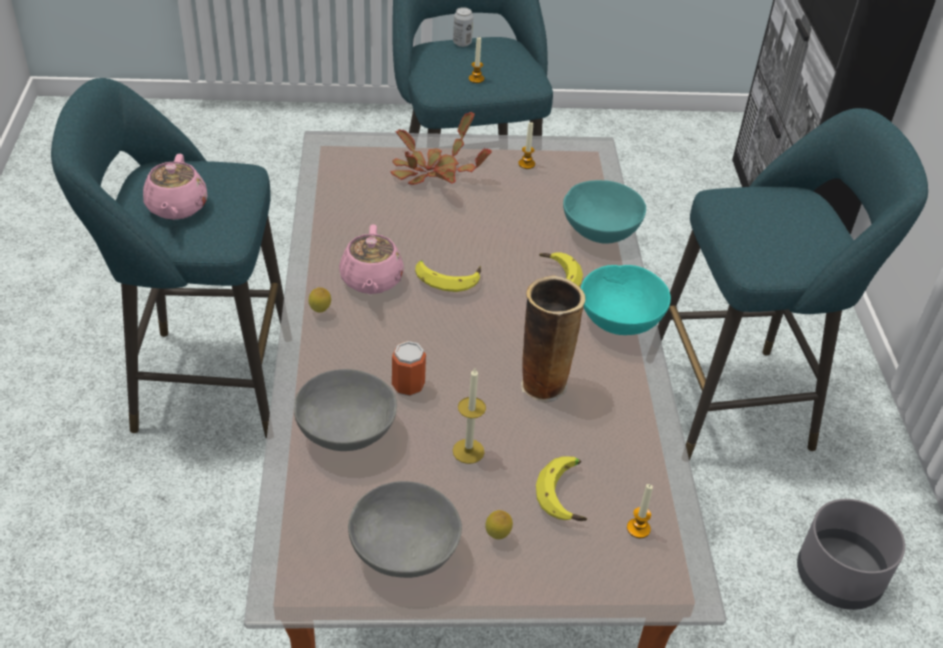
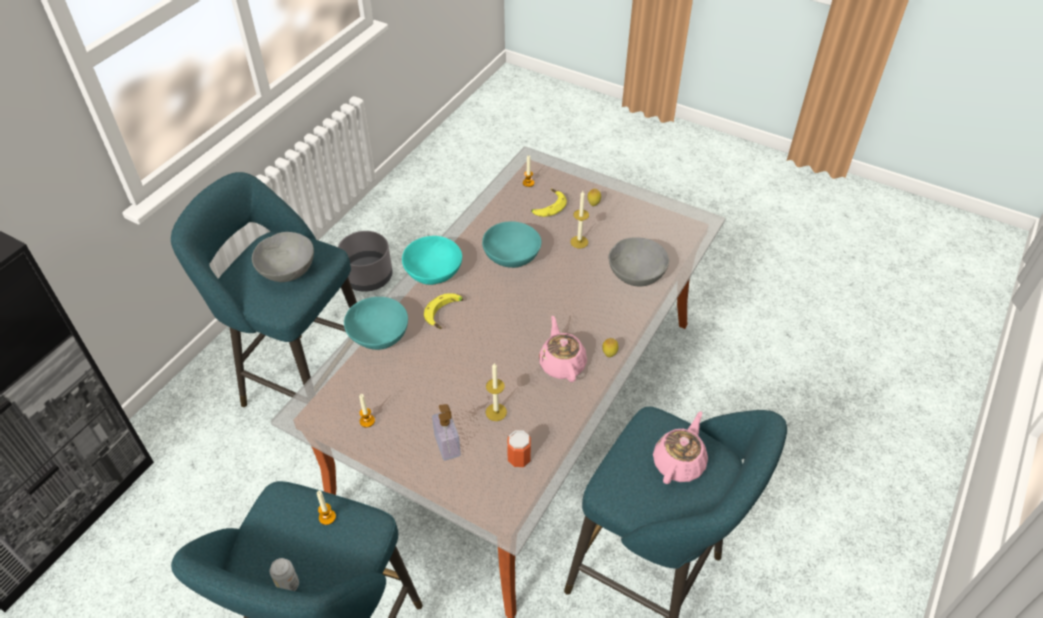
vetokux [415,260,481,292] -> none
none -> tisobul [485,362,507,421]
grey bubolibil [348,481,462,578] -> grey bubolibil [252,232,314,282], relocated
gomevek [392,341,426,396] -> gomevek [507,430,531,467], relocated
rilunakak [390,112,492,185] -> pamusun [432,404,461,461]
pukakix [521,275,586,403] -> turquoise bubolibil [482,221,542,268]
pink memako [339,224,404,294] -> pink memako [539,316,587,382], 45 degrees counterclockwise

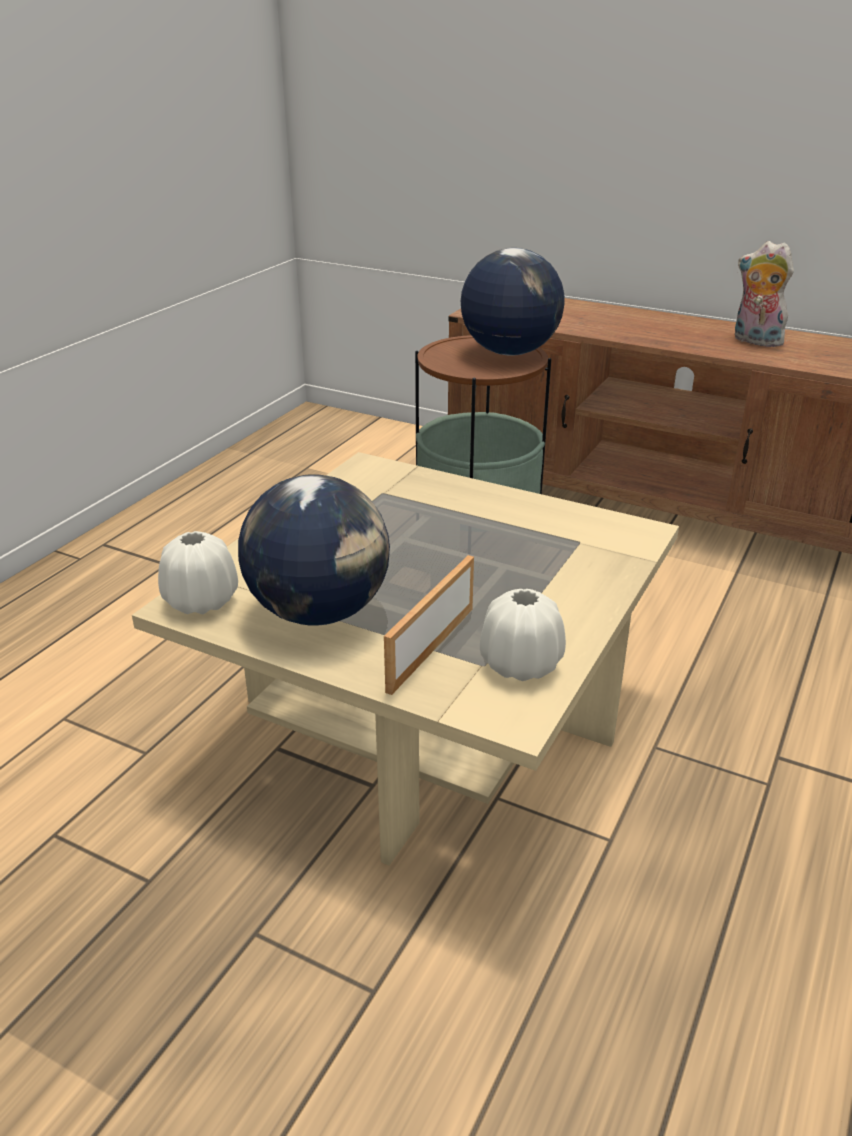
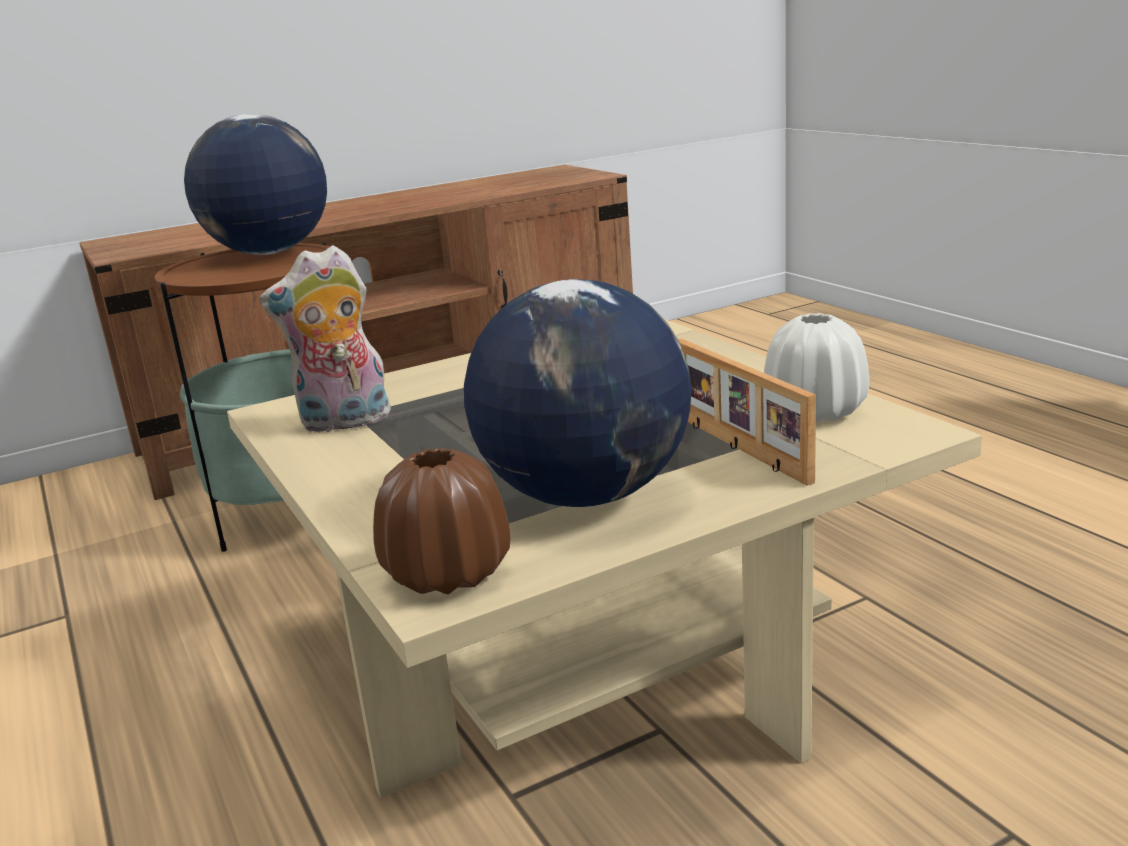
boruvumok [735,241,794,347] -> boruvumok [259,245,391,432], relocated
white pukakix [158,531,238,614] -> brown pukakix [373,448,511,594]

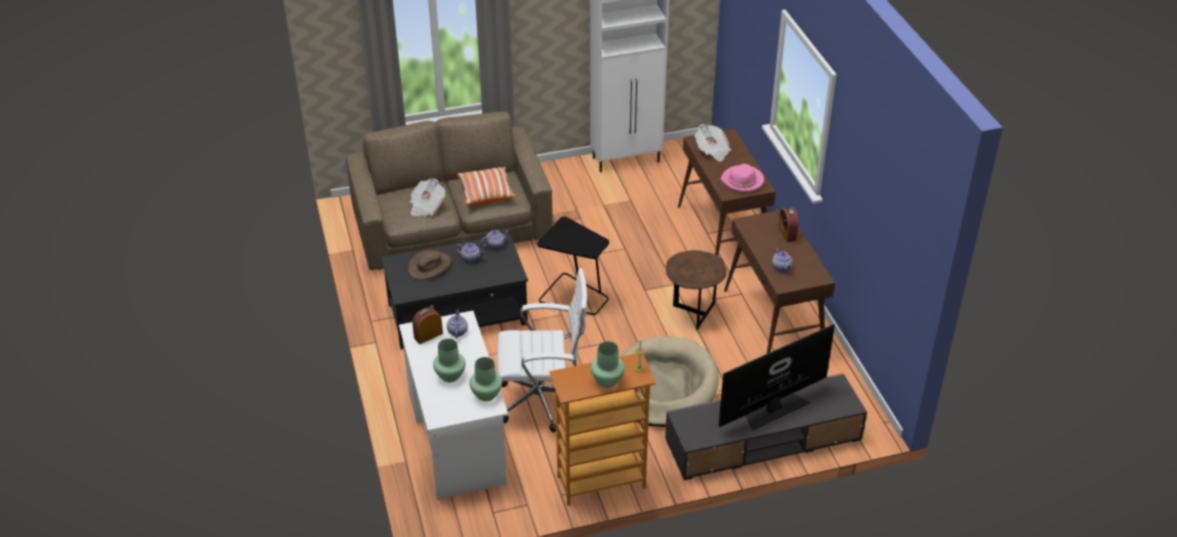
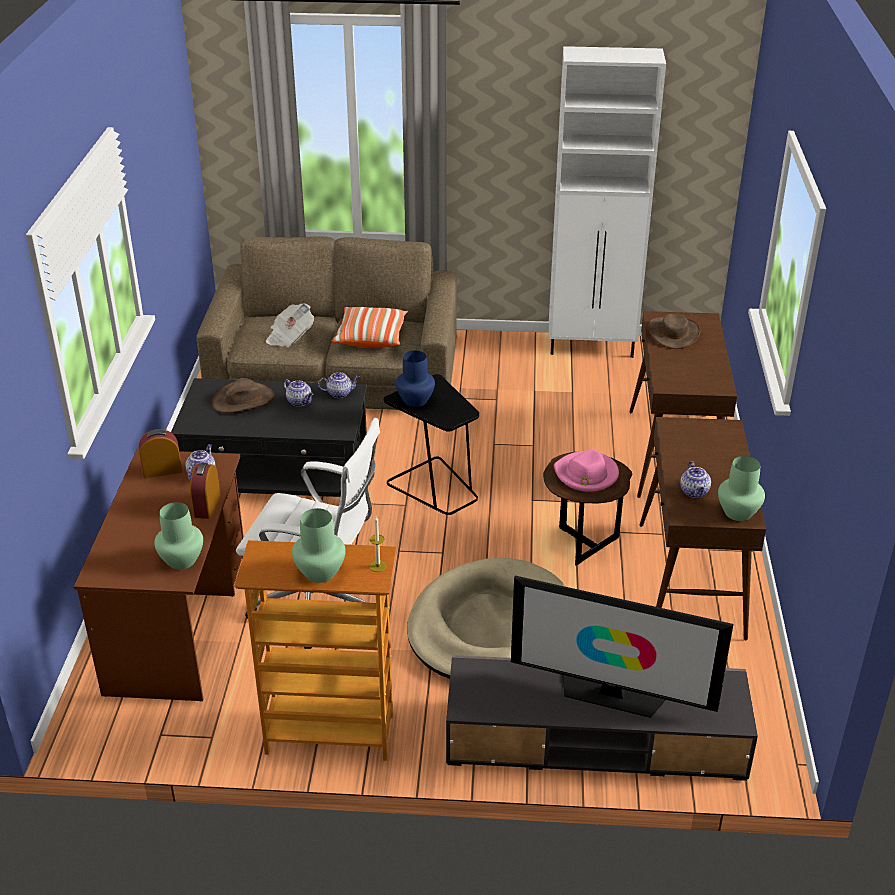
none -> blue pukakix [396,351,435,407]
green pukakix [433,339,466,382] -> green pukakix [718,456,765,521], relocated
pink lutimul [721,164,764,192] -> pink lutimul [554,449,619,492], relocated
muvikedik [778,207,798,242] -> muvikedik [190,463,221,519], relocated
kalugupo [695,124,731,161] -> brown lutimul [648,314,700,349]
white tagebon [399,311,508,499] -> brown tagebon [74,450,244,702]
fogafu [718,324,835,430] -> fogafu [511,576,733,718], 150 degrees counterclockwise

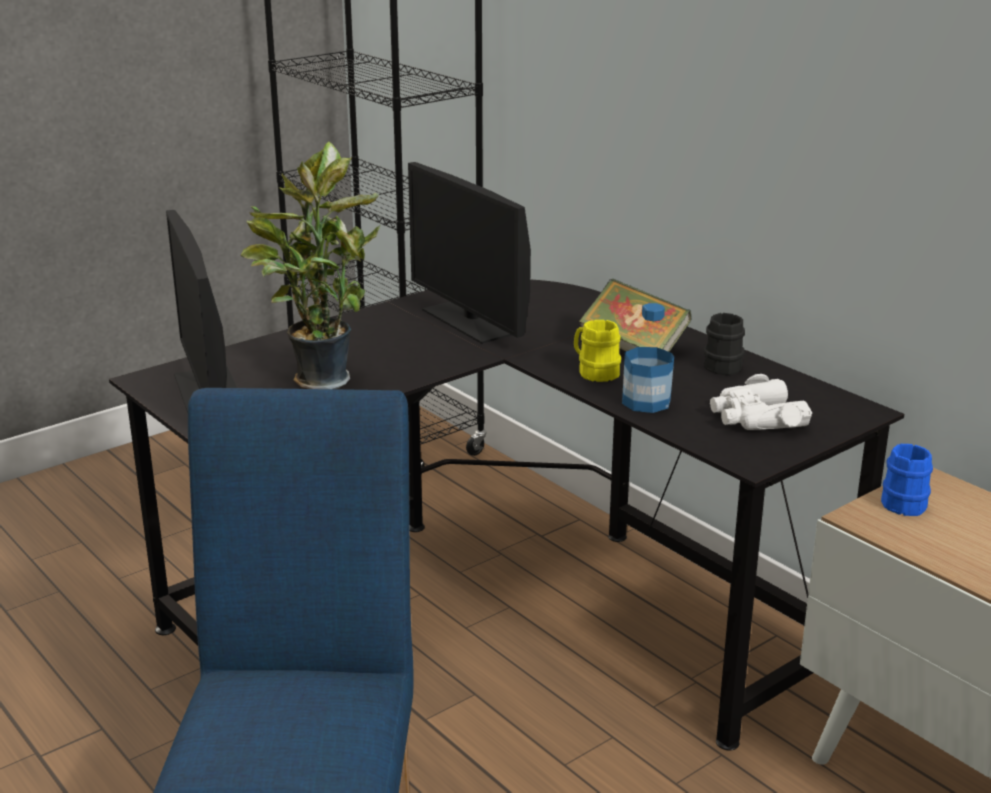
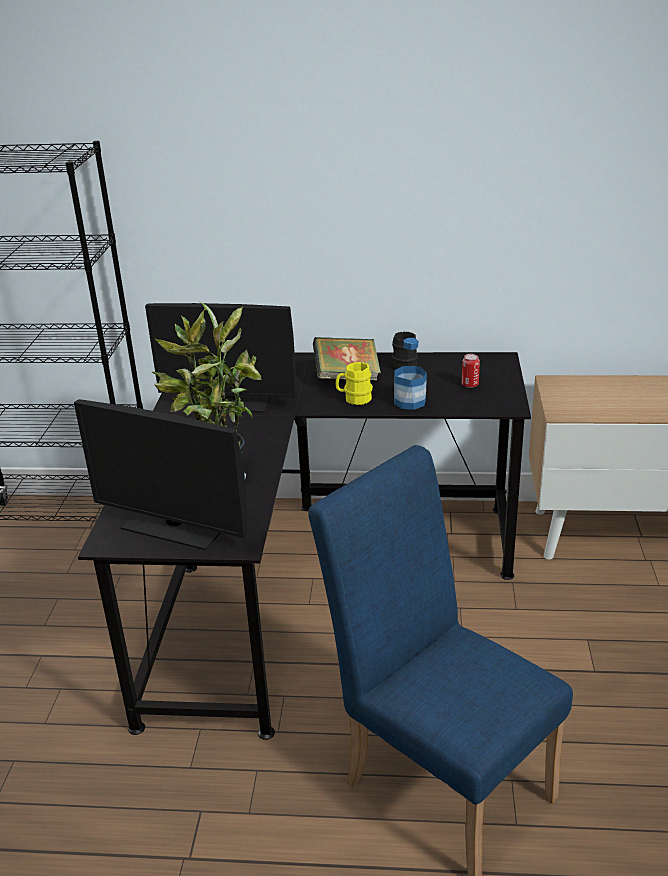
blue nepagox [881,444,933,516] -> none
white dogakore [710,374,812,430] -> gomevek [462,354,480,388]

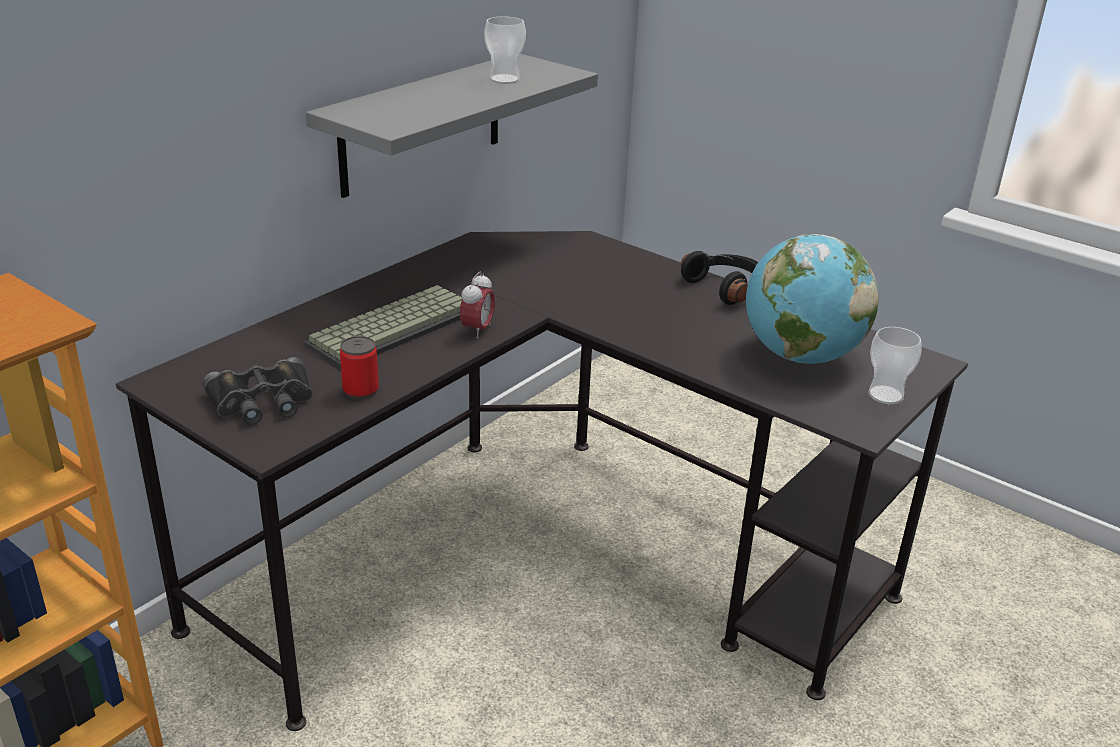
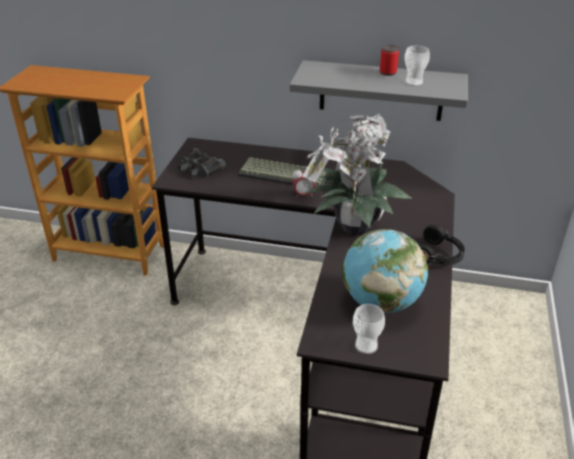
none -> rilunakak [303,113,412,236]
gomevek [340,336,379,399] -> gomevek [380,45,399,76], relocated

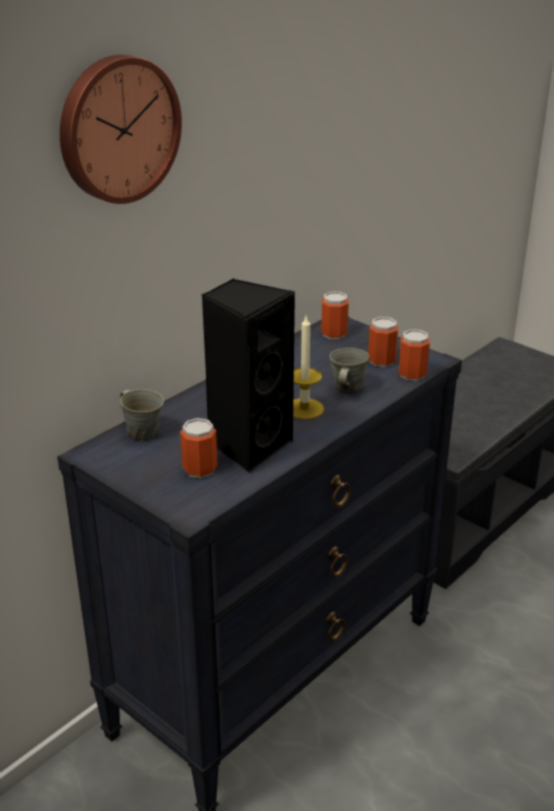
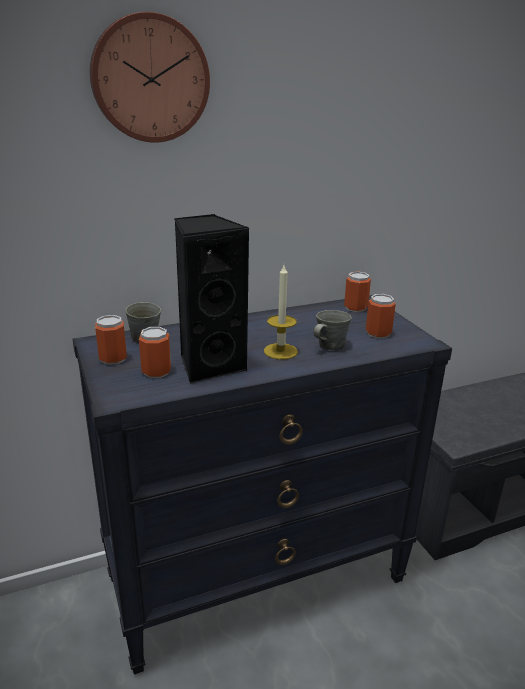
gomevek [399,329,430,381] -> gomevek [95,315,127,365], relocated

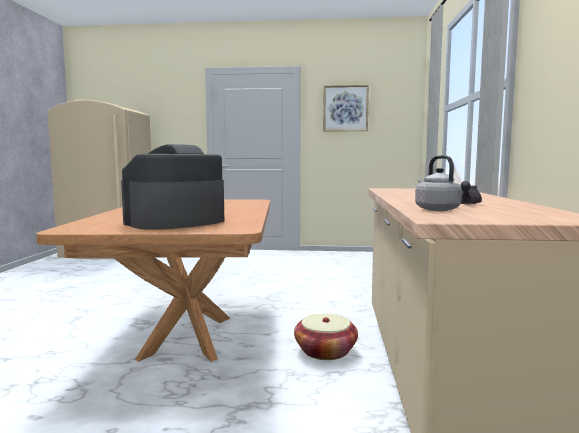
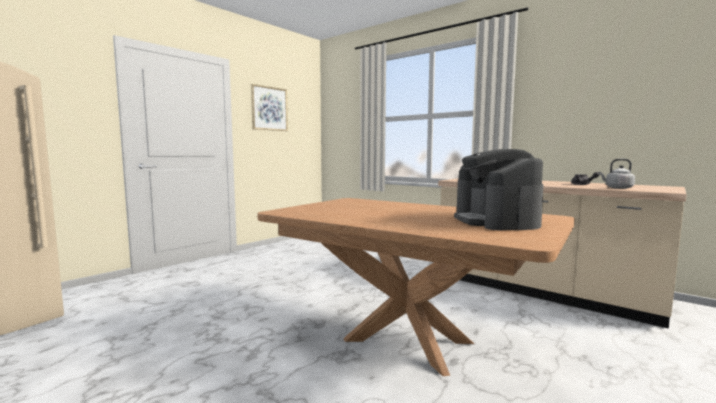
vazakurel [294,313,358,360] -> none

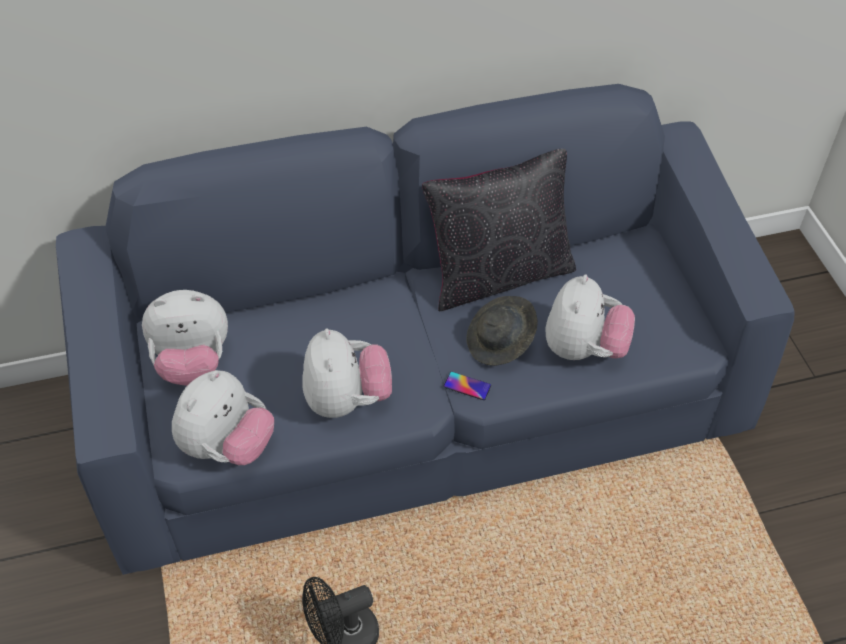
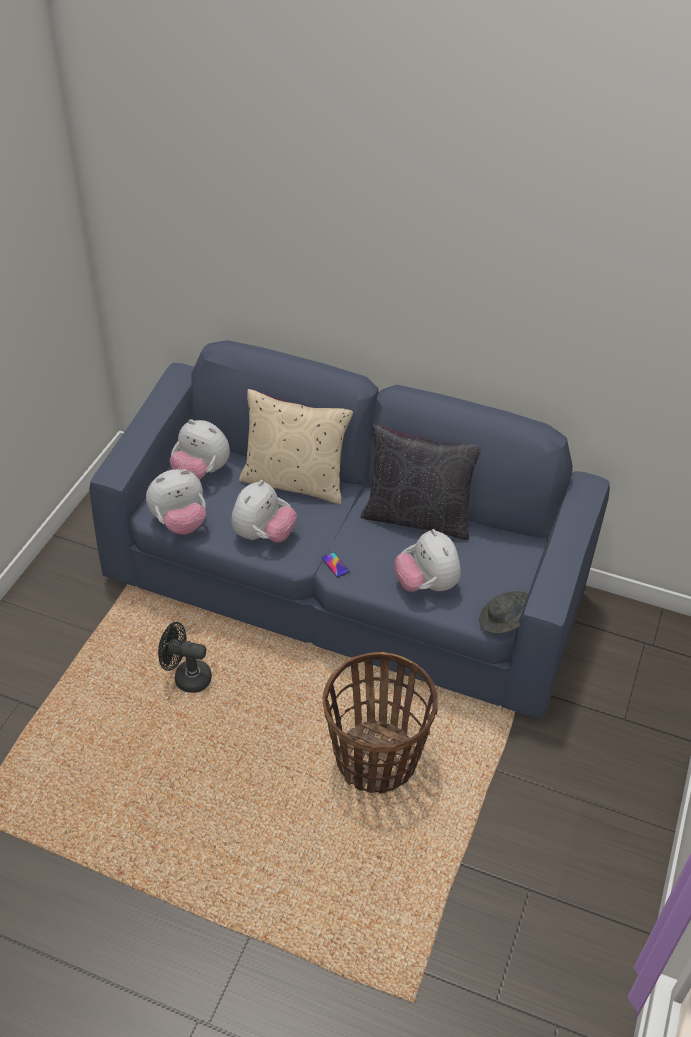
none -> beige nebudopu [239,389,353,504]
none -> vazakurel [323,652,438,794]
grey lutimul [466,296,537,366] -> grey lutimul [479,591,528,634], relocated
boruvumok [546,274,635,360] -> boruvumok [394,529,461,592], 105 degrees clockwise

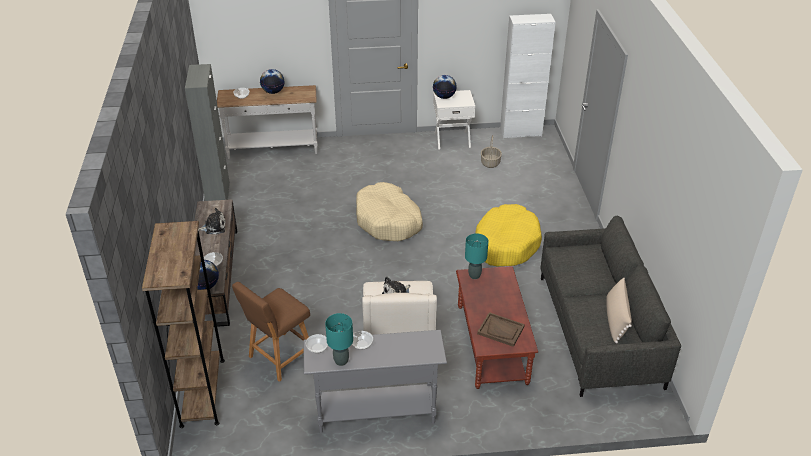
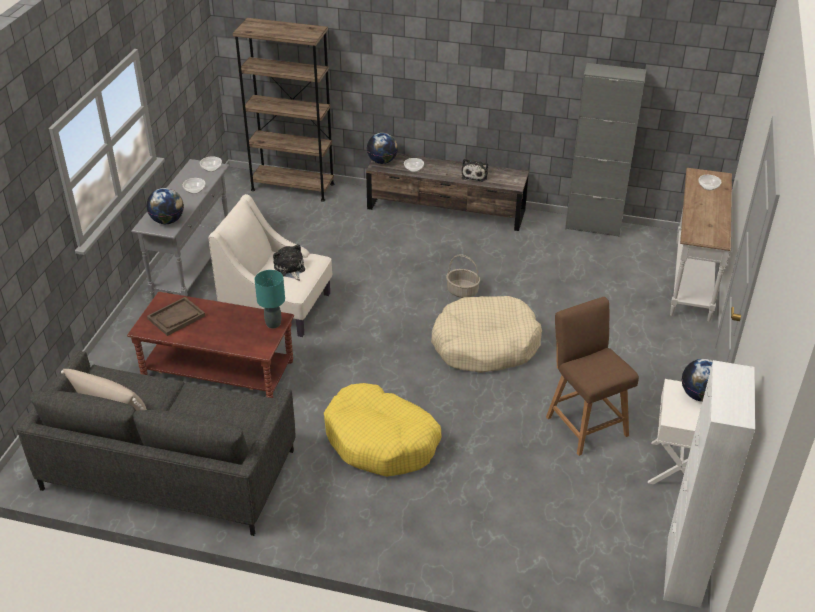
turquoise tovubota [325,313,353,366] -> none
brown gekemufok [232,282,310,382] -> brown gekemufok [546,297,639,456], relocated
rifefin [260,69,284,94] -> rifefin [146,188,184,224], relocated
vazakurel [481,135,502,168] -> vazakurel [446,254,480,298], relocated

